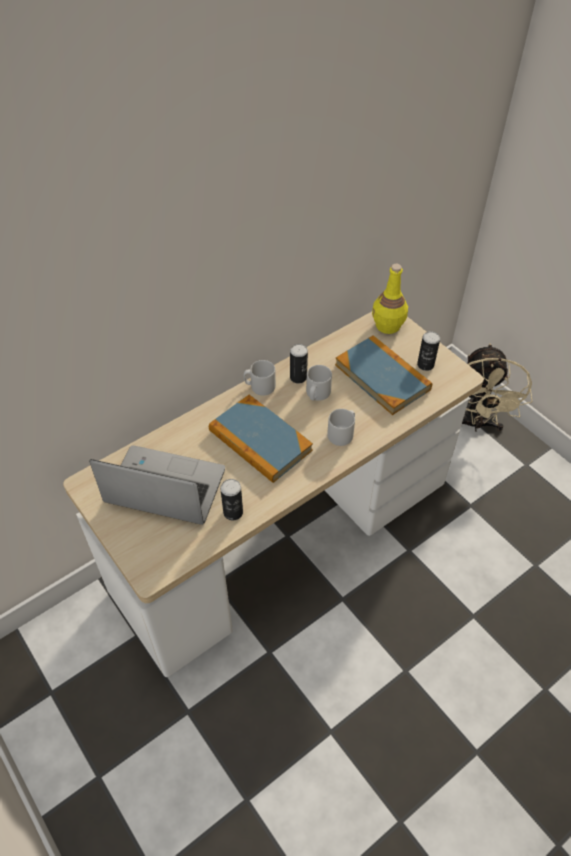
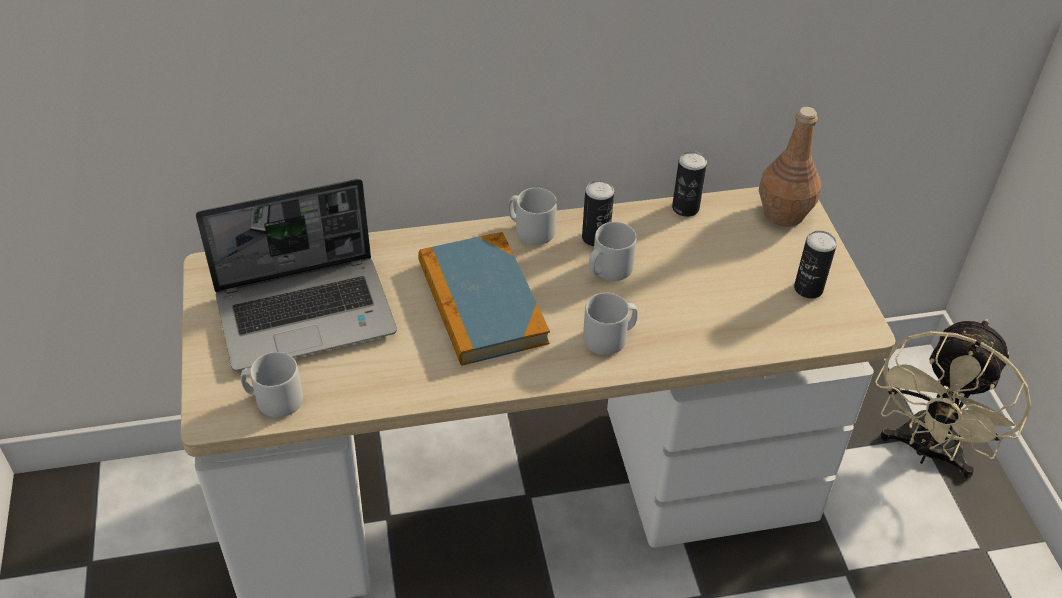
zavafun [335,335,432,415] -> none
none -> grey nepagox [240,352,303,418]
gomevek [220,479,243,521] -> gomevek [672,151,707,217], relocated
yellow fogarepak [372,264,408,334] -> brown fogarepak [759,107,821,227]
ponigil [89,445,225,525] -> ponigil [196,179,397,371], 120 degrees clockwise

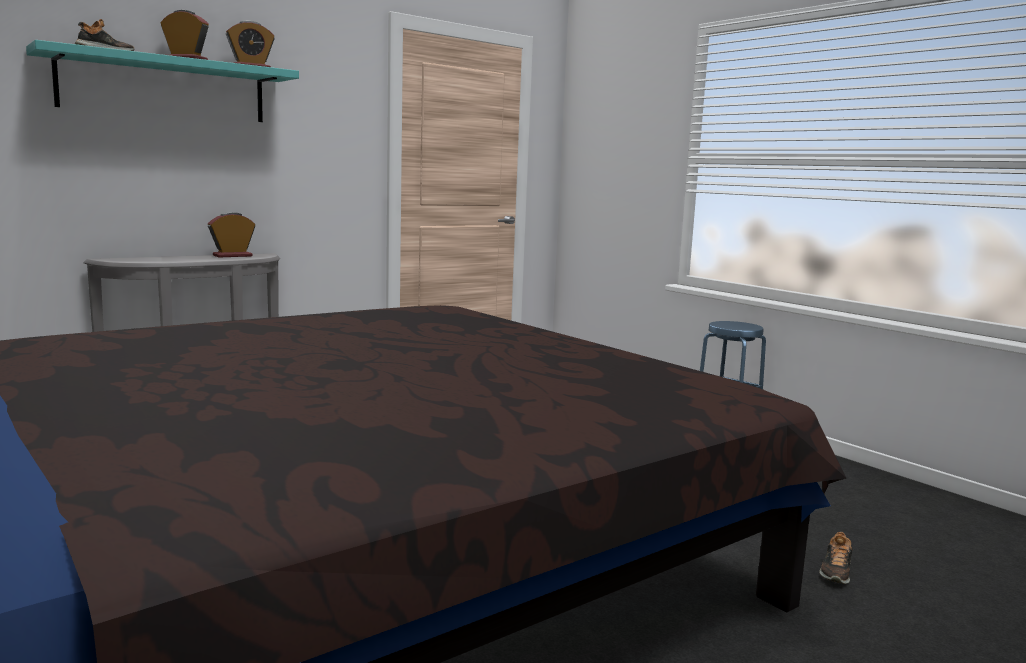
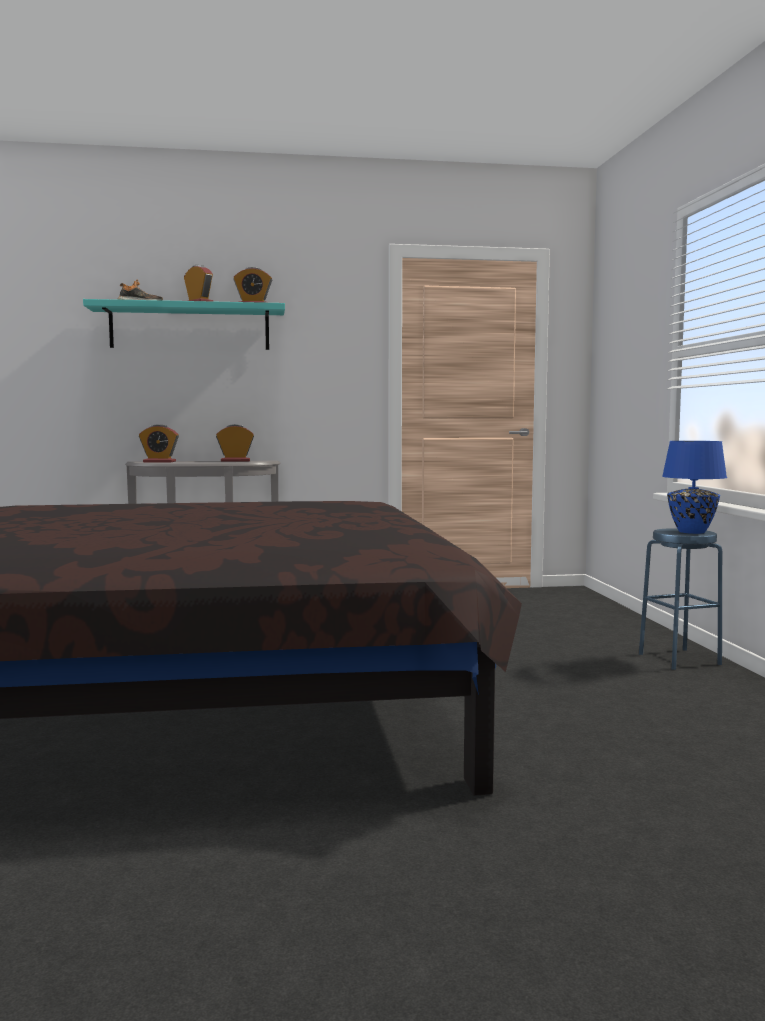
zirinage [819,532,853,584] -> none
none -> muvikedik [139,424,179,462]
none -> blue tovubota [662,441,727,534]

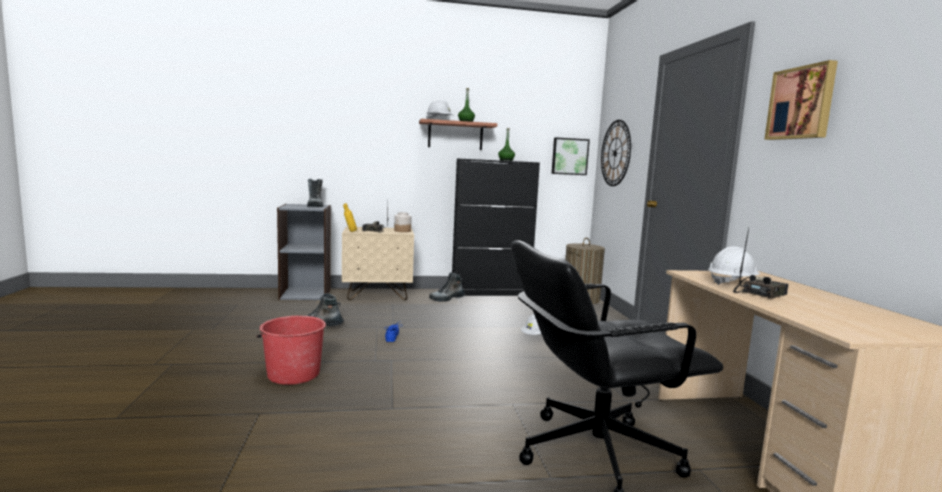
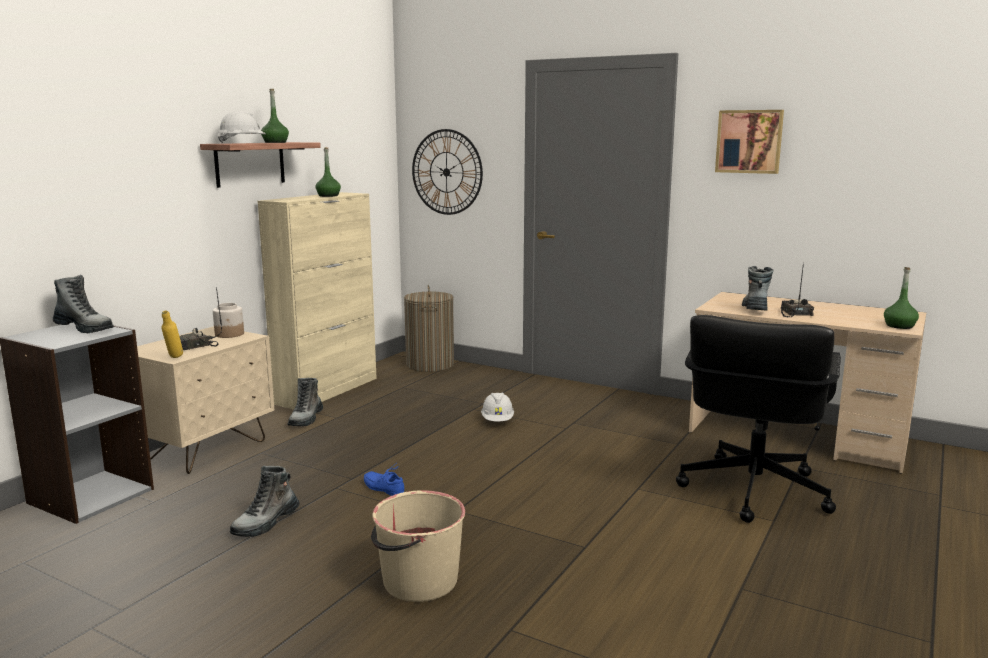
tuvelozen [552,137,590,175] -> none
none -> green fogarepak [884,267,919,329]
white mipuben [708,246,760,285] -> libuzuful [742,266,773,311]
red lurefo [256,316,326,385] -> beige lurefo [371,490,465,602]
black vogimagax [452,159,540,296] -> beige vogimagax [258,192,377,409]

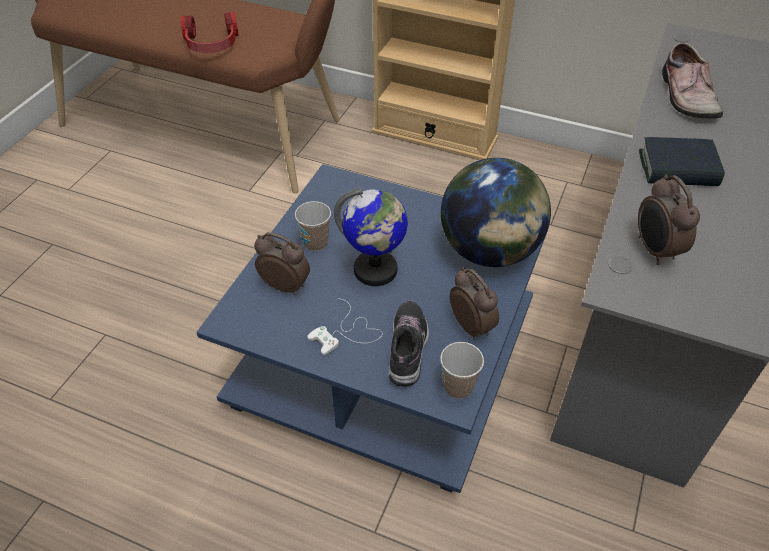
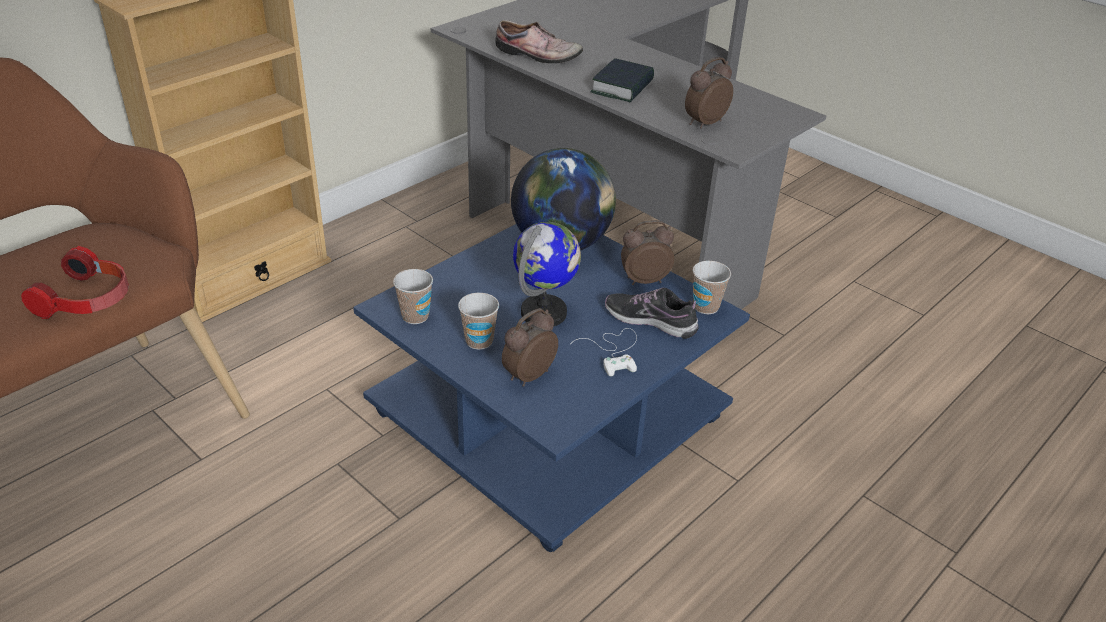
none -> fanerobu [393,269,433,324]
muvikedik [638,174,700,265] -> muvikedik [685,57,733,128], 135 degrees clockwise

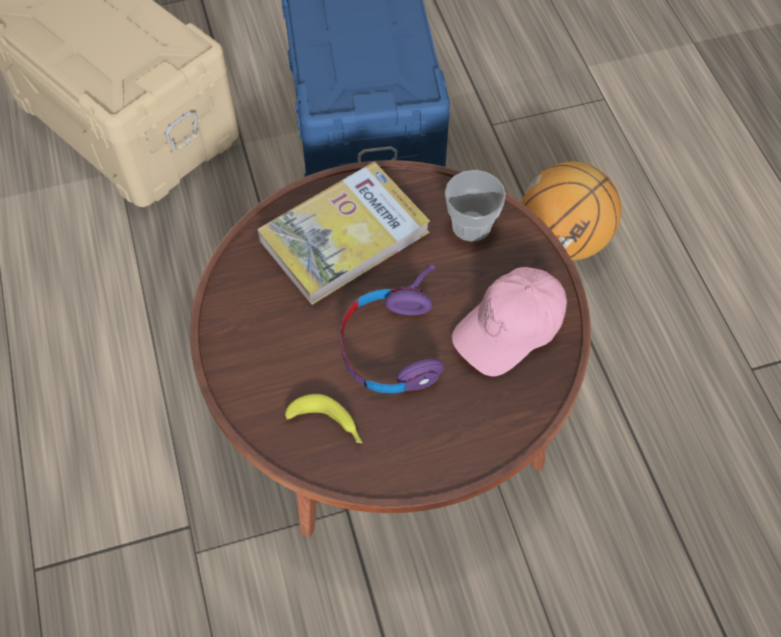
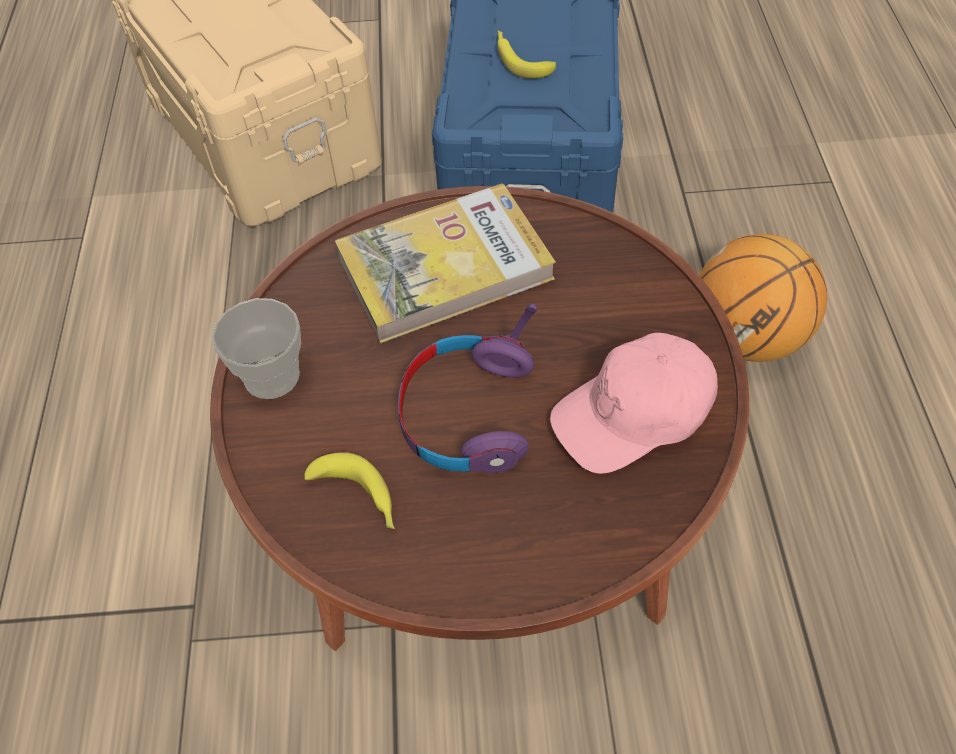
none -> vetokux [497,31,556,78]
fanerobu [445,170,506,241] -> fanerobu [212,298,301,399], relocated

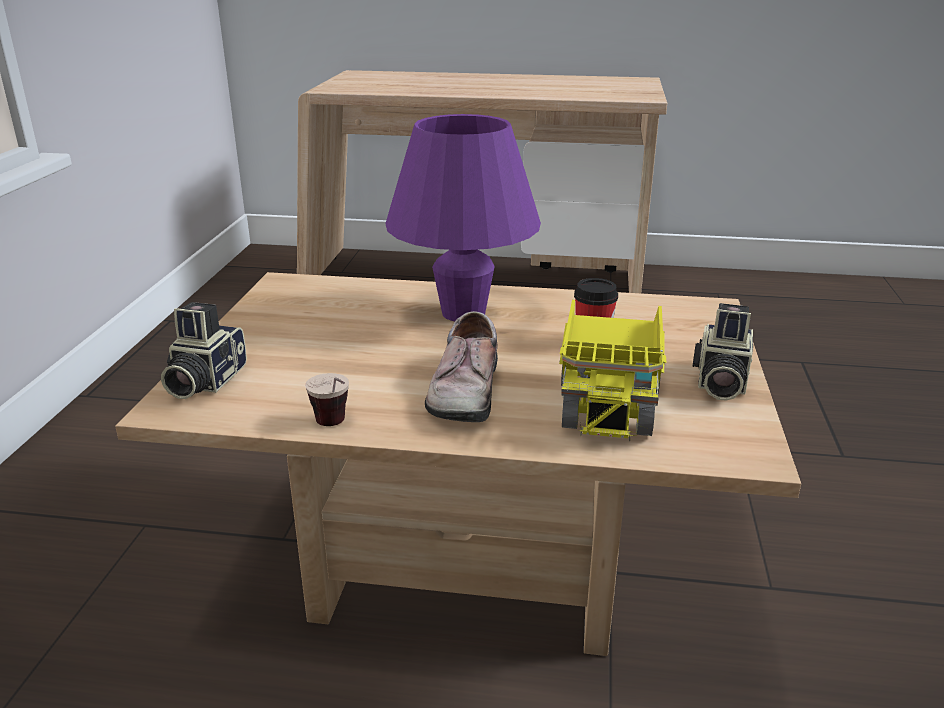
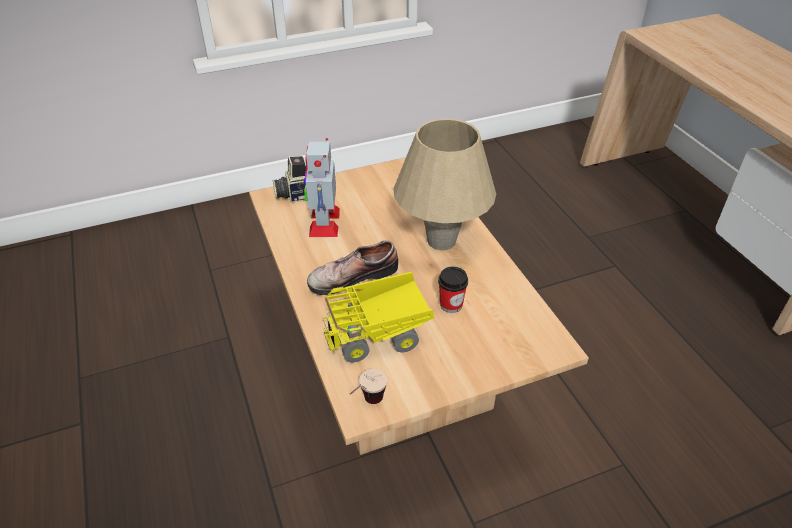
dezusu [693,303,753,401] -> none
none -> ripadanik [304,138,340,237]
fanerobu [305,373,349,426] -> fanerobu [350,369,387,404], relocated
purple tovubota [385,114,541,321] -> beige tovubota [393,118,496,250]

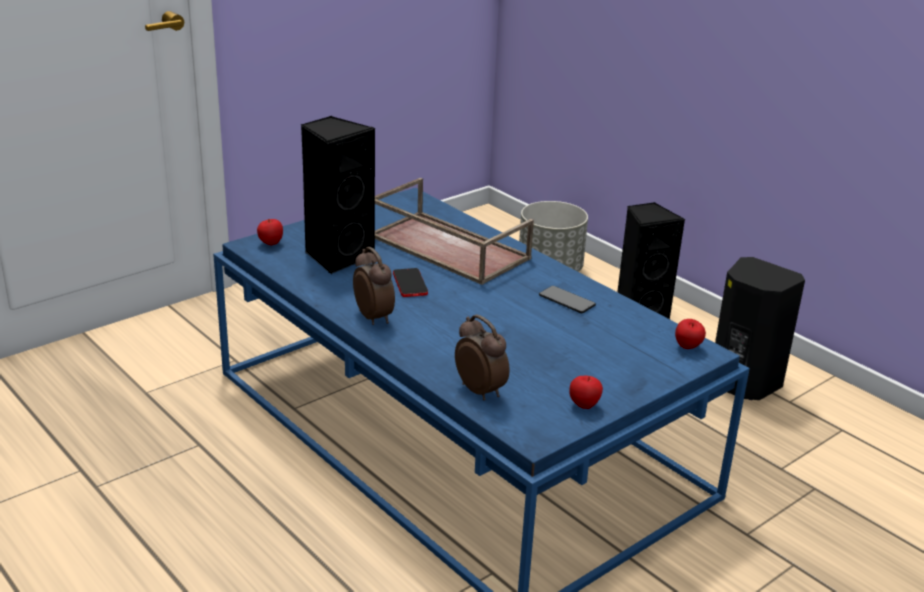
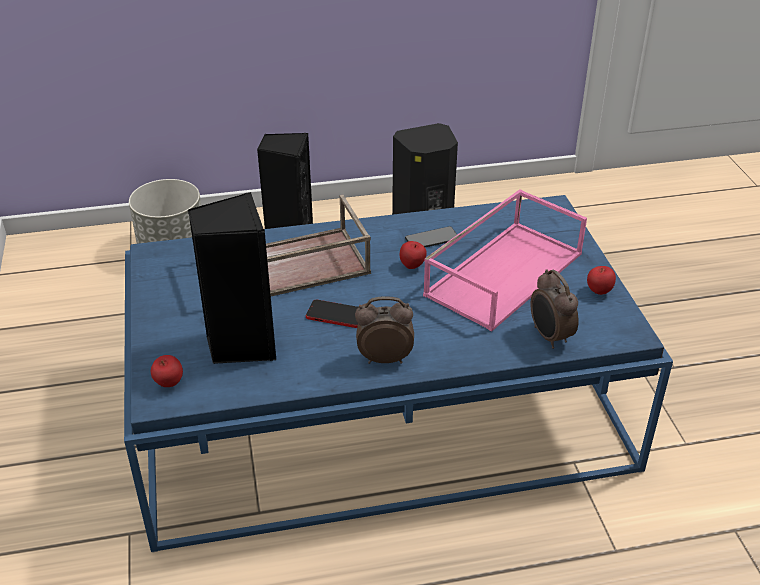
none -> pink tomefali [423,189,587,331]
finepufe [675,319,706,349] -> finepufe [400,241,427,269], relocated
muvikedik [455,314,510,400] -> muvikedik [531,269,579,349], 105 degrees counterclockwise

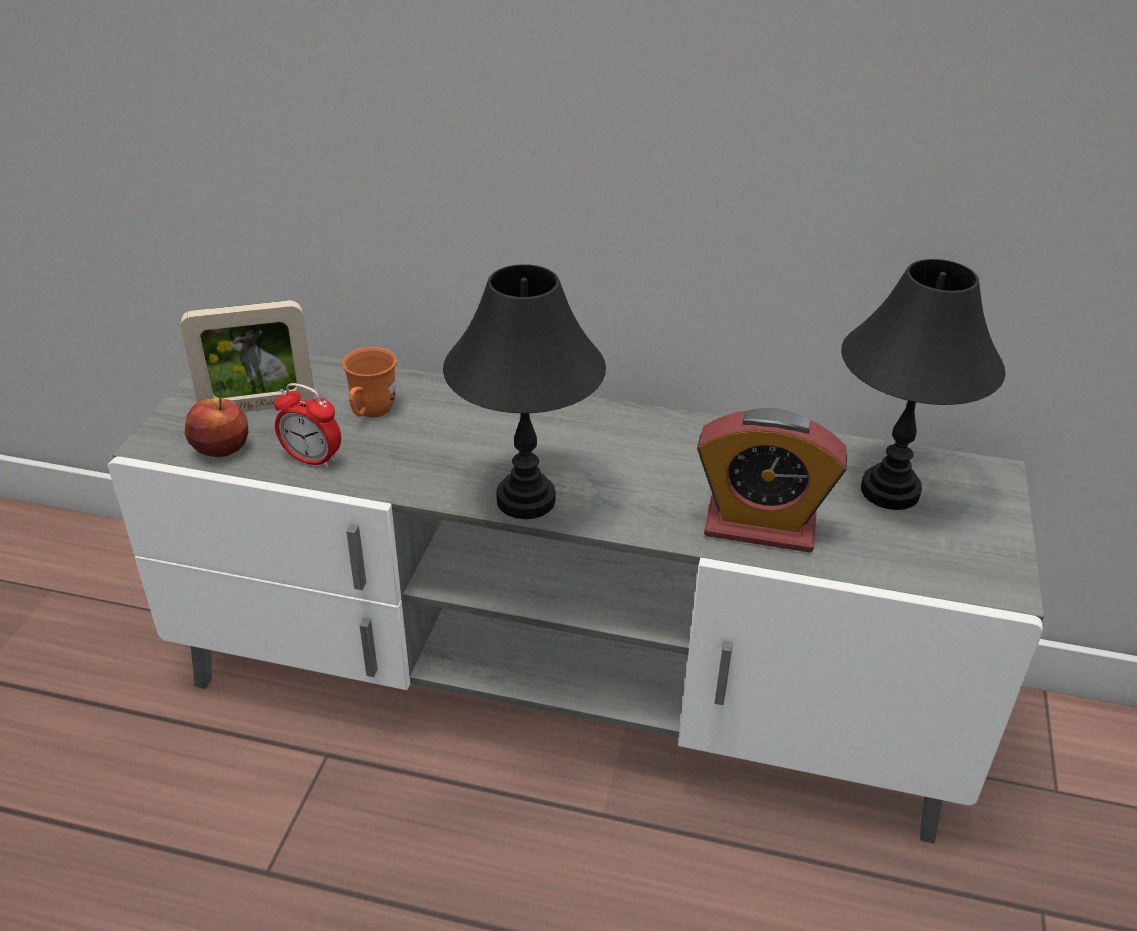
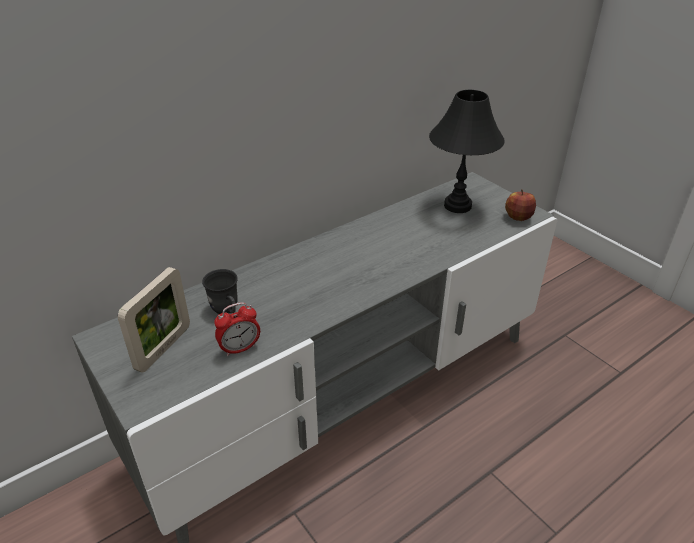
black tovubota [443,264,606,519] -> none
muvikedik [697,408,847,552] -> none
finepufe [185,397,248,457] -> finepufe [505,189,536,221], relocated
orange nepagox [342,347,397,417] -> grey nepagox [202,269,238,314]

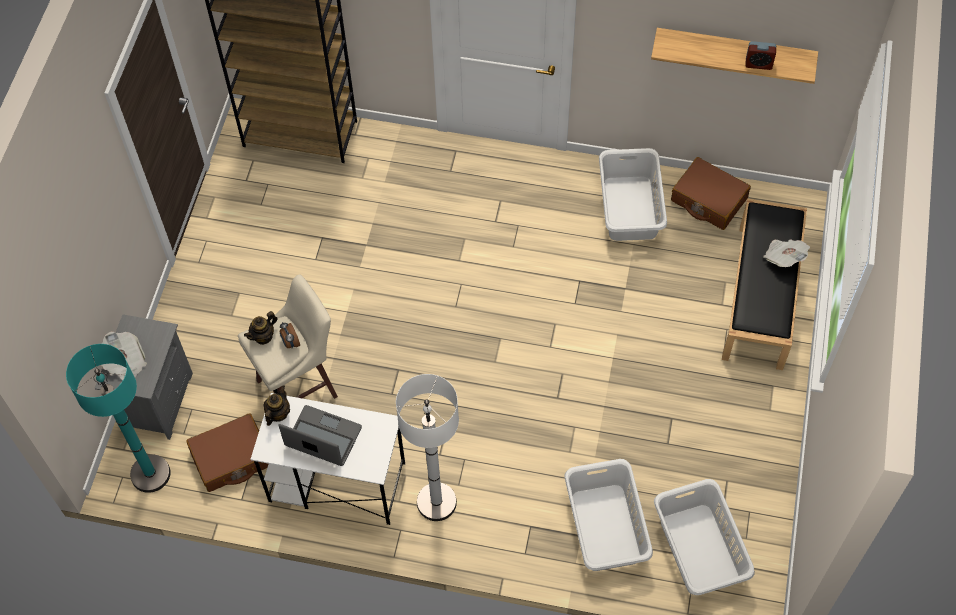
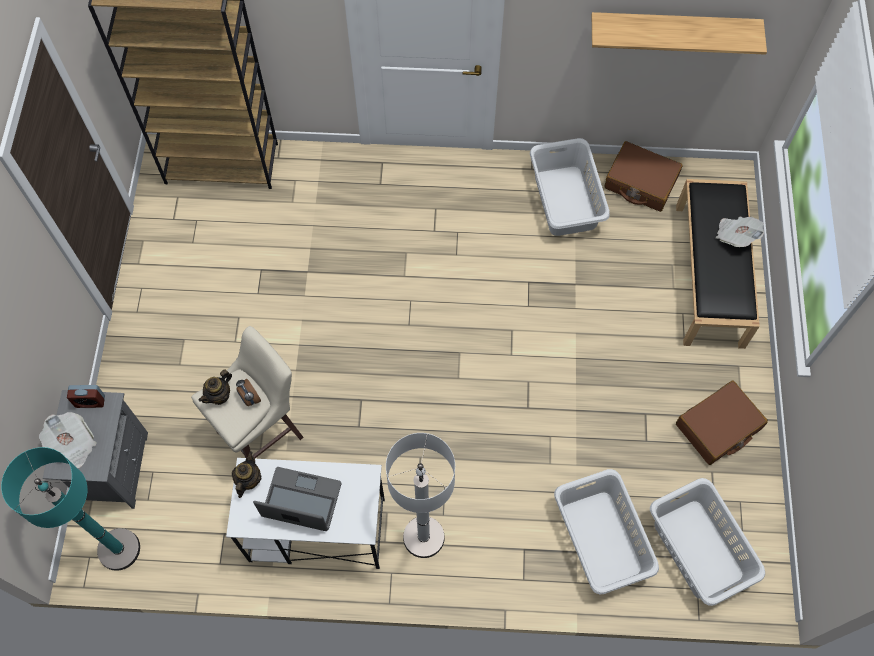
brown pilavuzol [186,413,268,492] -> brown pilavuzol [676,381,768,465], relocated
muvikedik [745,41,776,70] -> muvikedik [67,385,105,408], relocated

